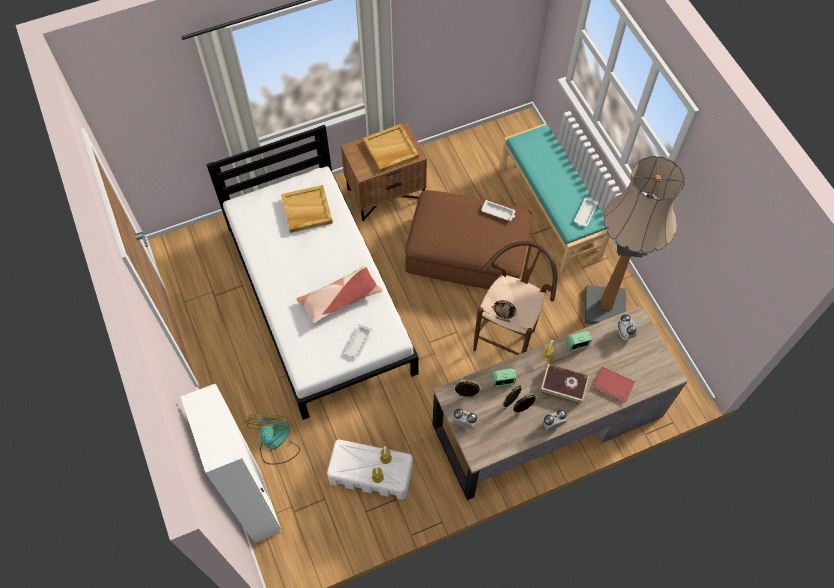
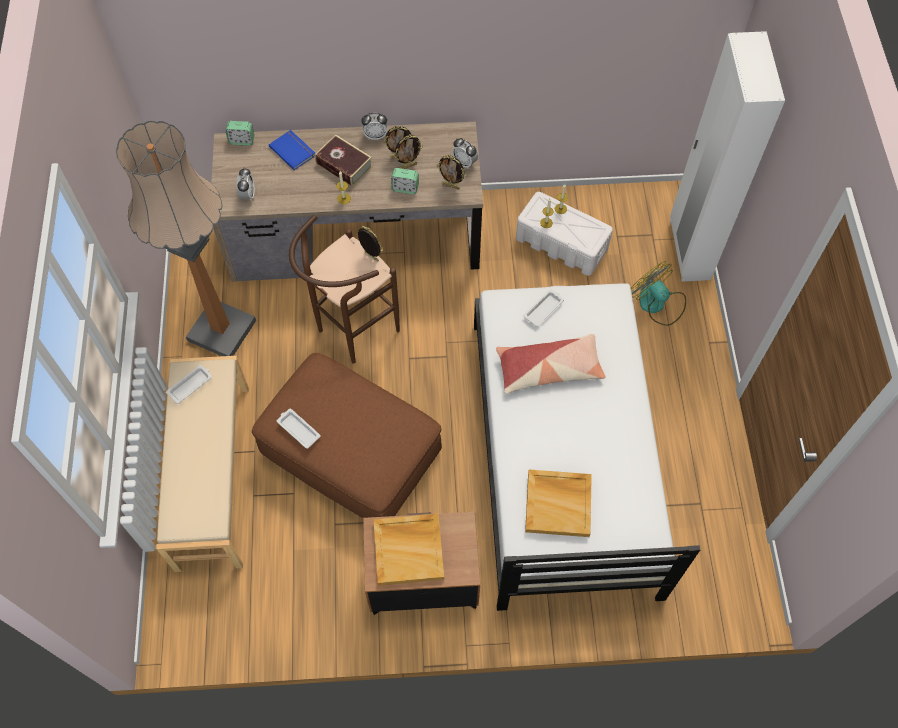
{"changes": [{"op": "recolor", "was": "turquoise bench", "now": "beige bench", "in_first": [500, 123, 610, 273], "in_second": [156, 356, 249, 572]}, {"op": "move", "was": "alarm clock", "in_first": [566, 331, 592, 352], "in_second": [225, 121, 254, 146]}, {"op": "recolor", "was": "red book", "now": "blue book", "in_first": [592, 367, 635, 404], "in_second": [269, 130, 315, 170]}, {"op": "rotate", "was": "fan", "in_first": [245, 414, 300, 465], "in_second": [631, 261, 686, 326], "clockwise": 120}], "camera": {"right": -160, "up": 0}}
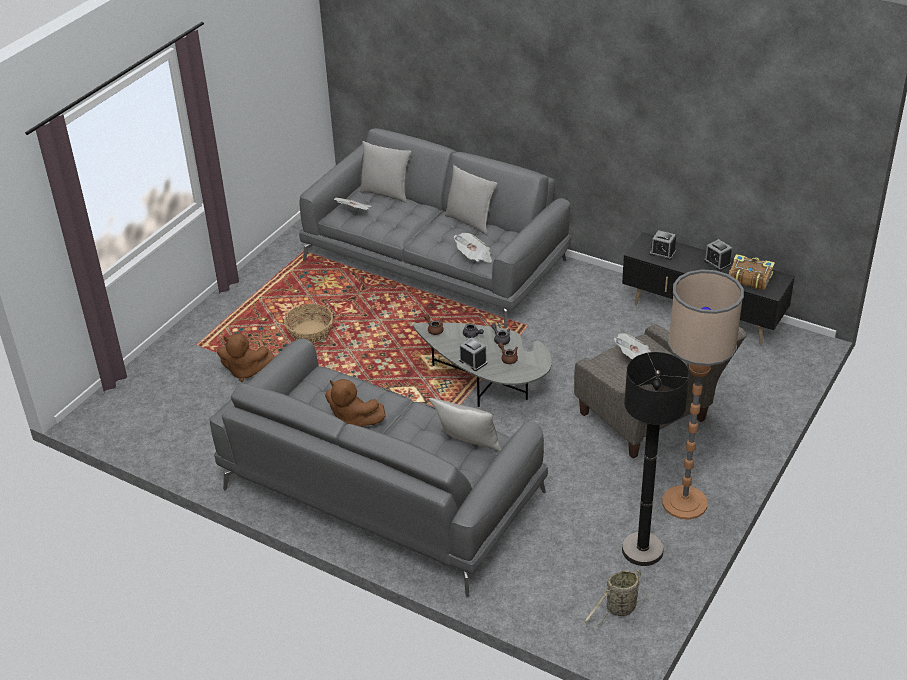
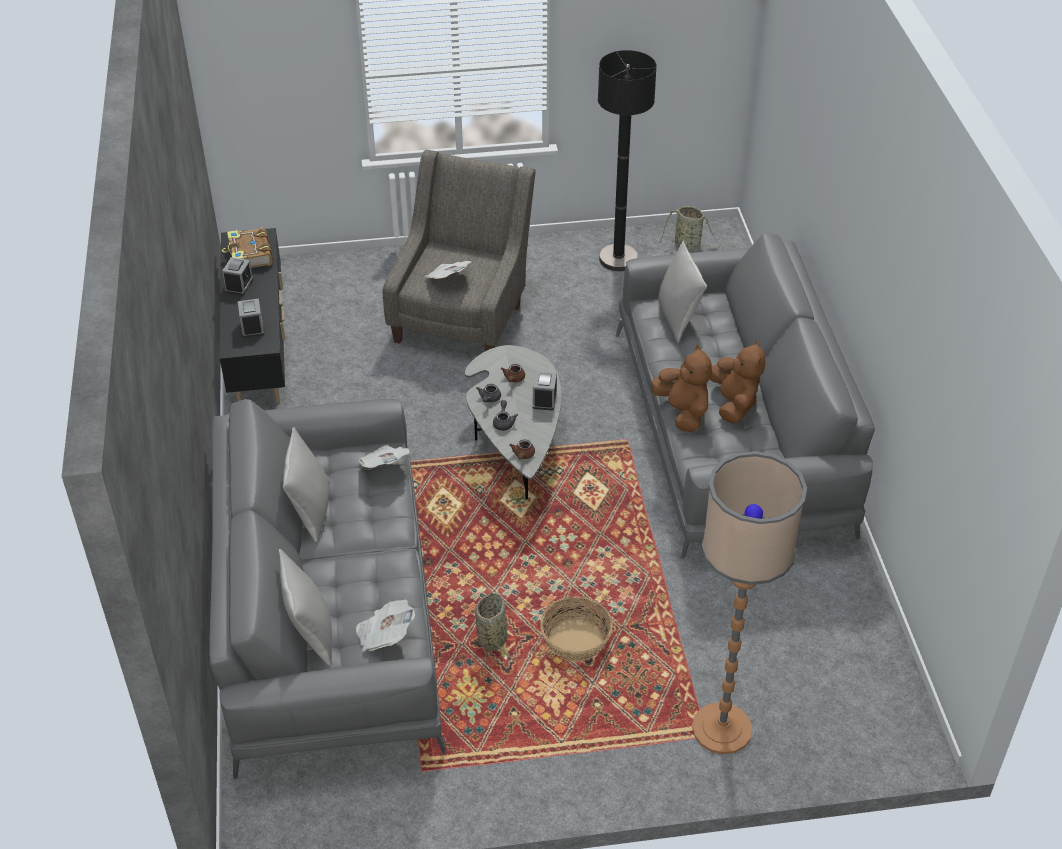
{"changes": [{"op": "insert", "now": "basket", "in_second": [475, 591, 513, 667]}, {"op": "move", "was": "brown plush toy", "in_first": [217, 333, 275, 382], "in_second": [651, 345, 712, 432]}, {"op": "move", "was": "floor lamp", "in_first": [662, 269, 744, 520], "in_second": [692, 451, 807, 754]}], "camera": {"right": -130, "up": 5}}
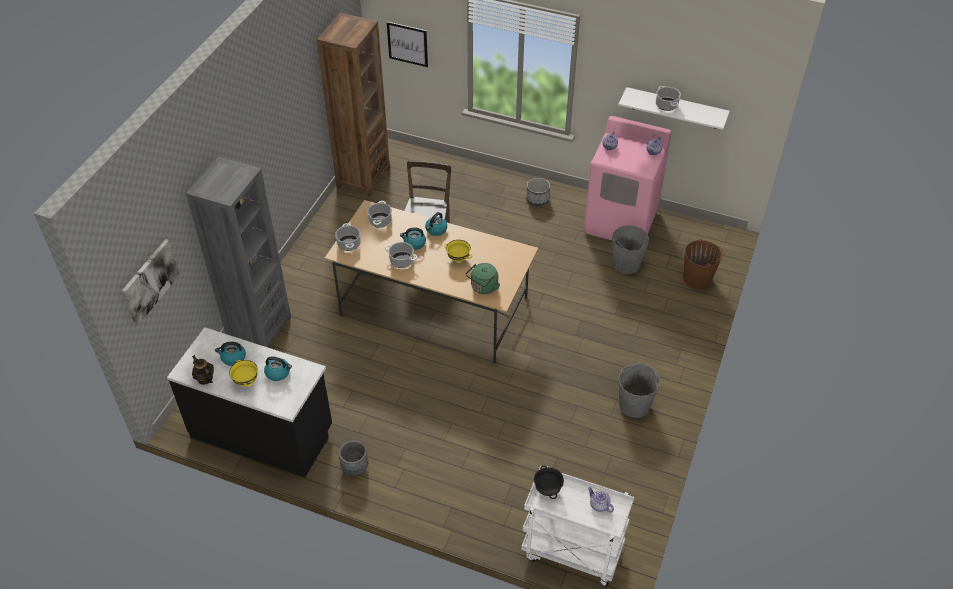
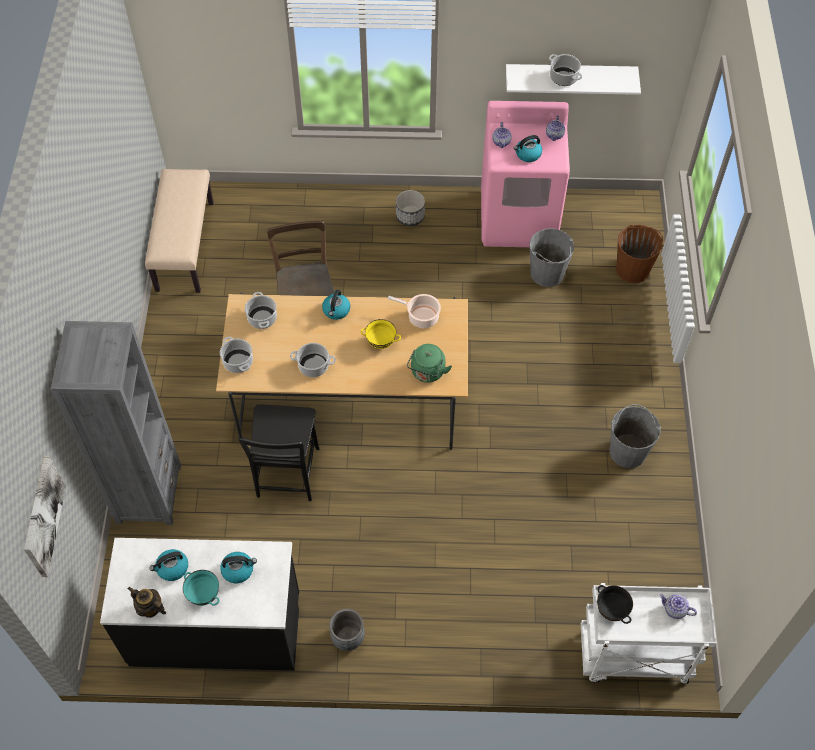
{"changes": [{"op": "replace", "was": "brown bookcase", "now": "beige bench", "in_first": [316, 13, 390, 197], "in_second": [145, 169, 213, 293]}, {"op": "recolor", "was": "yellow bowl", "now": "turquoise bowl", "in_first": [229, 360, 258, 387], "in_second": [183, 570, 219, 606]}, {"op": "insert", "now": "black chair", "in_second": [238, 404, 320, 501]}, {"op": "insert", "now": "cooking pot", "in_second": [388, 294, 441, 328]}, {"op": "move", "was": "kettle", "in_first": [400, 228, 426, 250], "in_second": [514, 135, 542, 162]}, {"op": "delete", "was": "picture", "in_first": [387, 22, 428, 67]}], "camera": {"right": -20, "up": 10}}
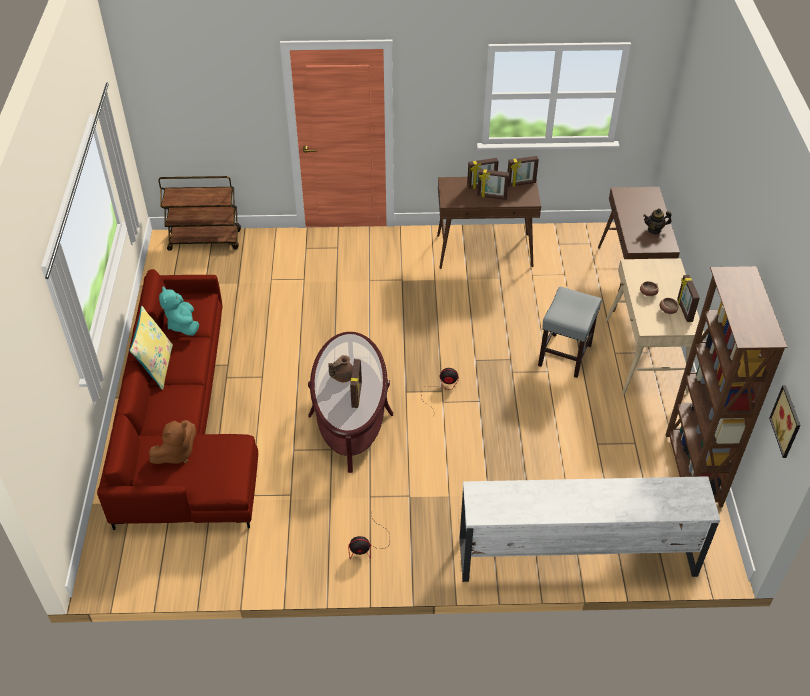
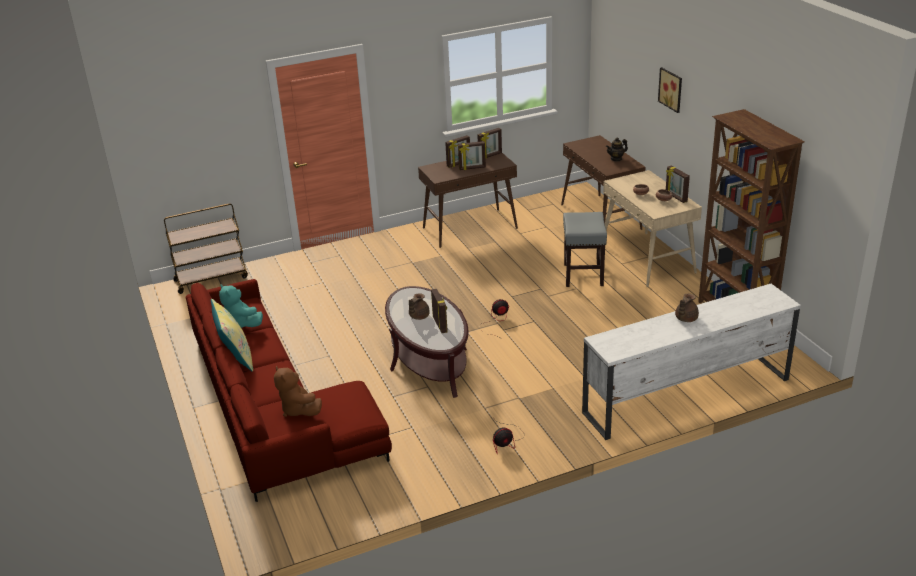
{"changes": [{"op": "rotate", "was": "brown plush toy", "in_first": [149, 420, 196, 464], "in_second": [274, 366, 322, 417], "clockwise": 120}, {"op": "move", "was": "picture", "in_first": [769, 385, 801, 458], "in_second": [658, 67, 682, 113]}, {"op": "insert", "now": "brown teapot", "in_second": [675, 293, 699, 322]}], "camera": {"right": -20, "up": -15}}
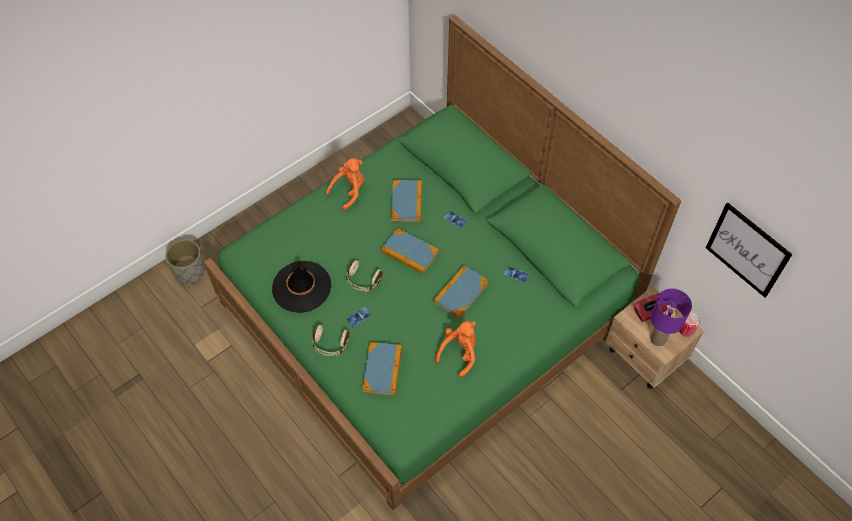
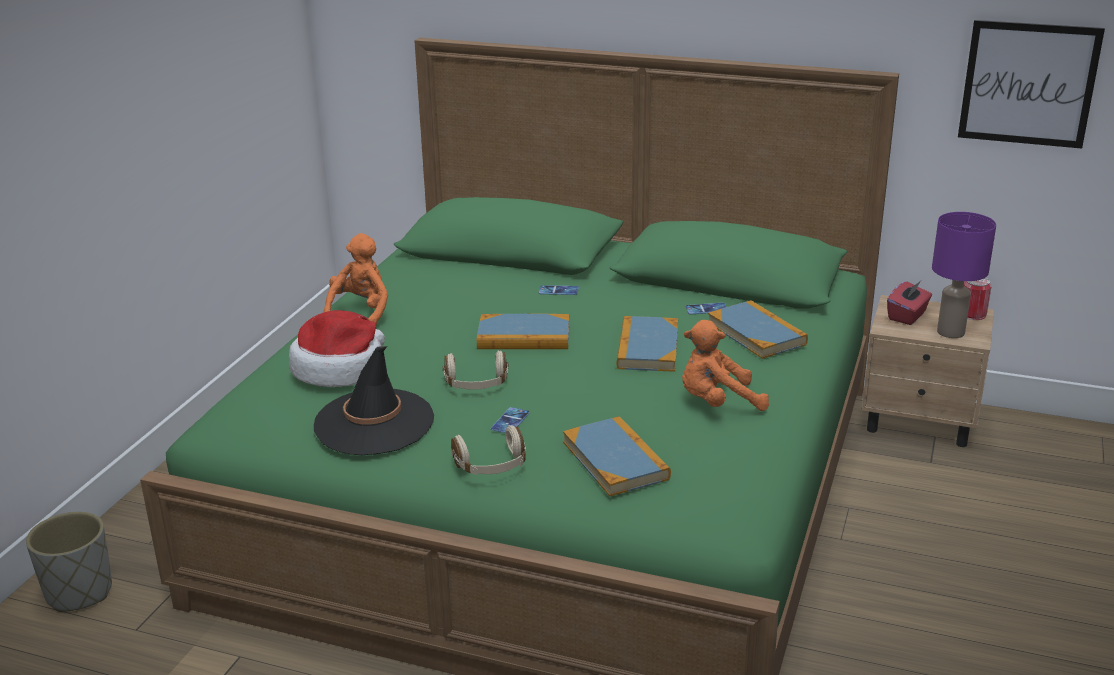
{"changes": [{"op": "insert", "now": "hat", "in_second": [289, 310, 385, 387]}, {"op": "rotate", "was": "orange plush toy", "in_first": [435, 321, 476, 378], "in_second": [682, 320, 769, 411], "clockwise": -105}, {"op": "move", "was": "book", "in_first": [391, 180, 422, 222], "in_second": [708, 300, 808, 359]}], "camera": {"right": -30, "up": -30}}
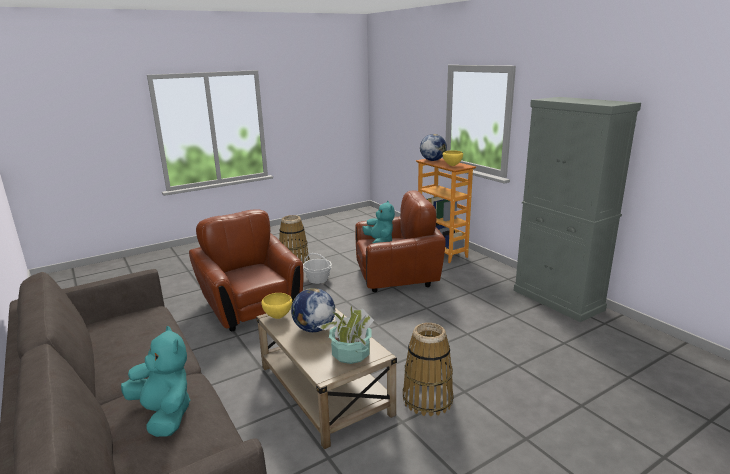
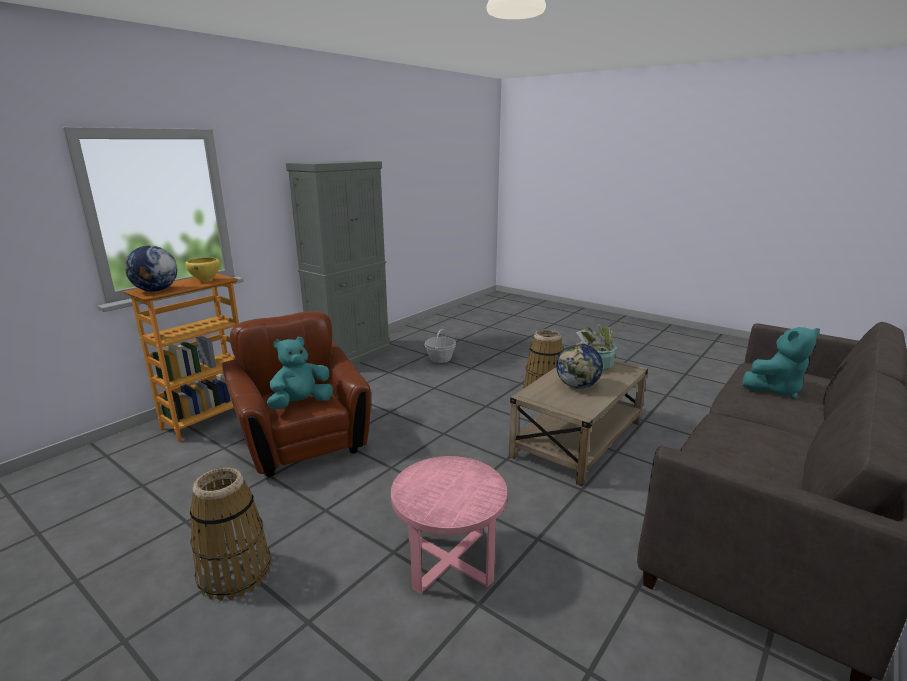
{"changes": [{"op": "replace", "was": "brown armchair", "now": "pink side table", "in_first": [189, 209, 304, 331], "in_second": [391, 456, 507, 594]}, {"op": "move", "was": "basket", "in_first": [303, 253, 332, 284], "in_second": [425, 329, 456, 363]}, {"op": "rotate", "was": "turquoise plush toy", "in_first": [121, 326, 191, 437], "in_second": [743, 327, 820, 399], "clockwise": -135}, {"op": "delete", "was": "yellow bowl", "in_first": [261, 293, 292, 319]}], "camera": {"right": -110, "up": 0}}
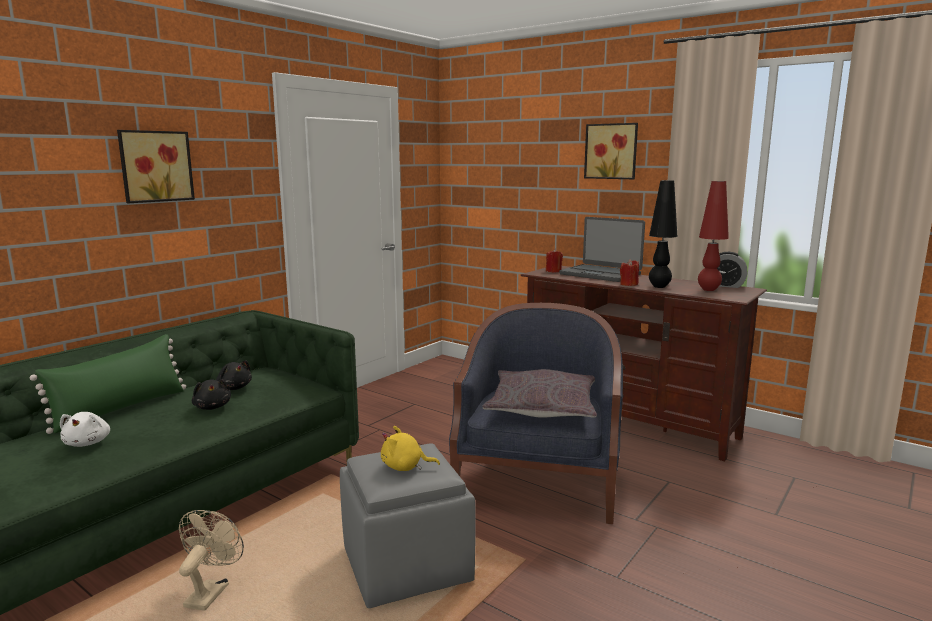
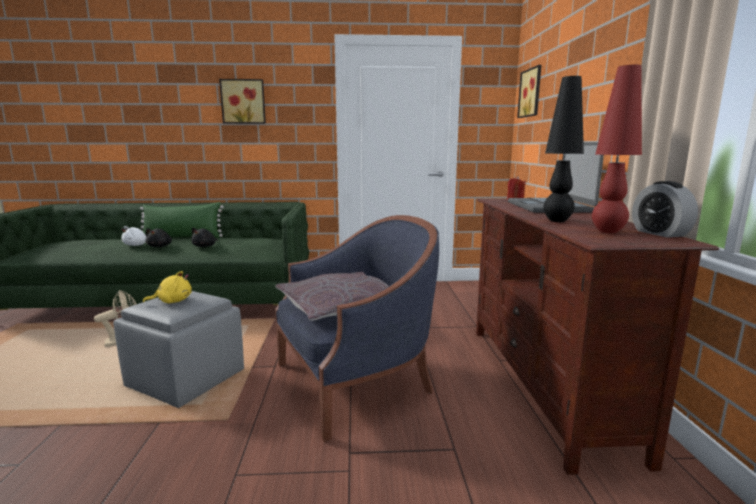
{"changes": [{"op": "rotate", "was": "yellow plush toy", "in_first": [381, 426, 440, 471], "in_second": [143, 271, 192, 303], "clockwise": 105}, {"op": "move", "was": "black plush toy", "in_first": [216, 360, 252, 390], "in_second": [146, 228, 172, 247]}, {"op": "move", "was": "picture", "in_first": [584, 123, 638, 179], "in_second": [517, 65, 541, 118]}, {"op": "delete", "was": "red candle", "in_first": [620, 259, 639, 286]}], "camera": {"right": 50, "up": 0}}
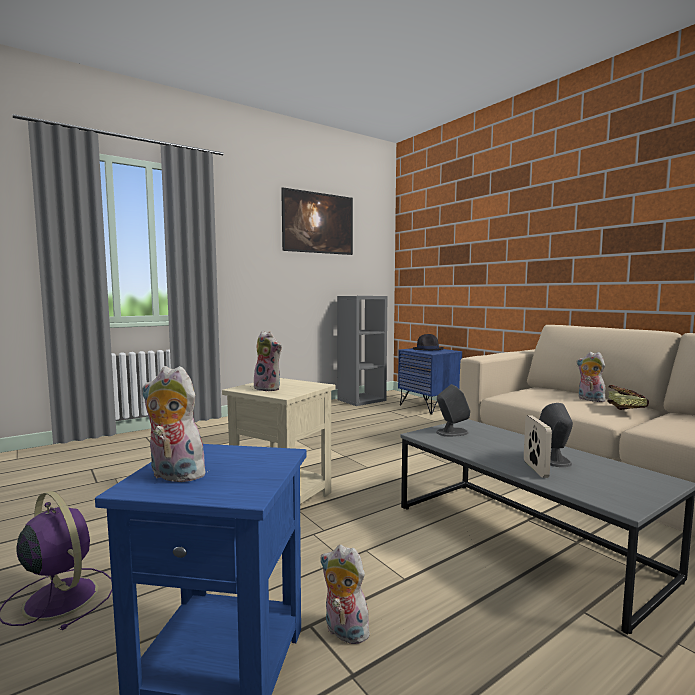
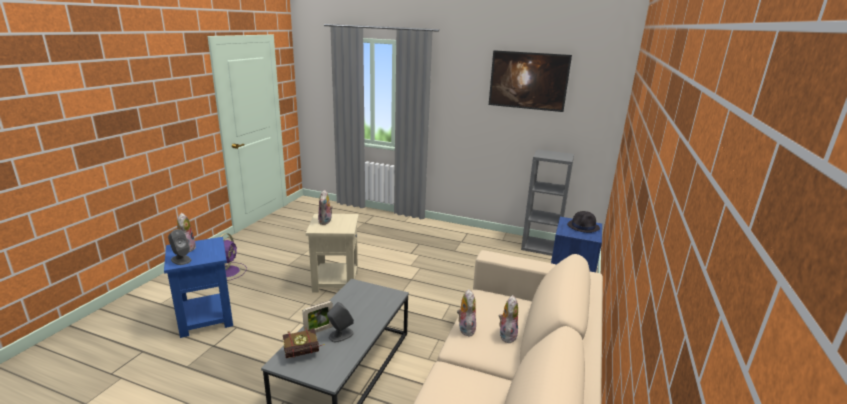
{"changes": [{"op": "move", "was": "grey speaker", "in_first": [436, 384, 470, 437], "in_second": [168, 229, 191, 265]}, {"op": "move", "was": "book", "in_first": [608, 385, 649, 410], "in_second": [283, 328, 325, 358]}, {"op": "move", "was": "plush toy", "in_first": [320, 545, 372, 644], "in_second": [457, 289, 476, 336]}], "camera": {"right": 55, "up": 15}}
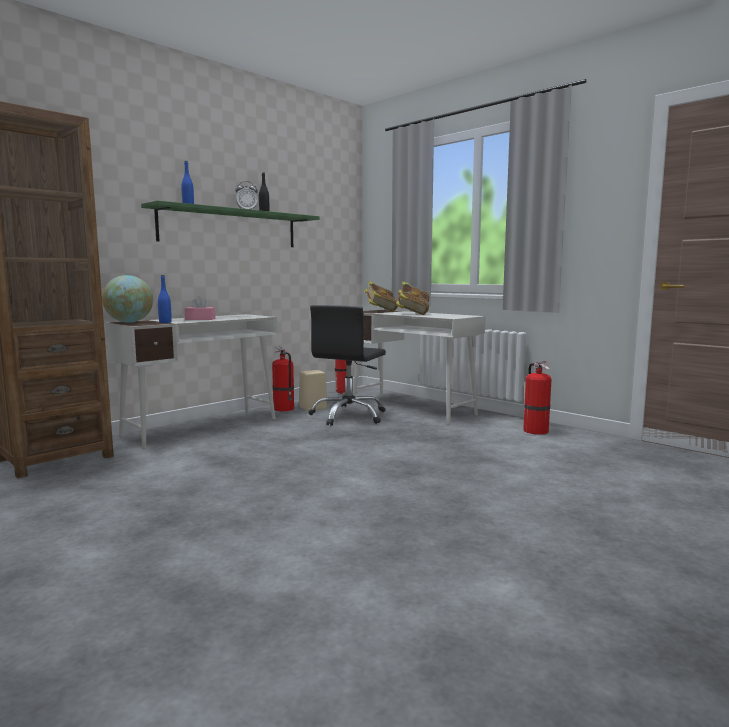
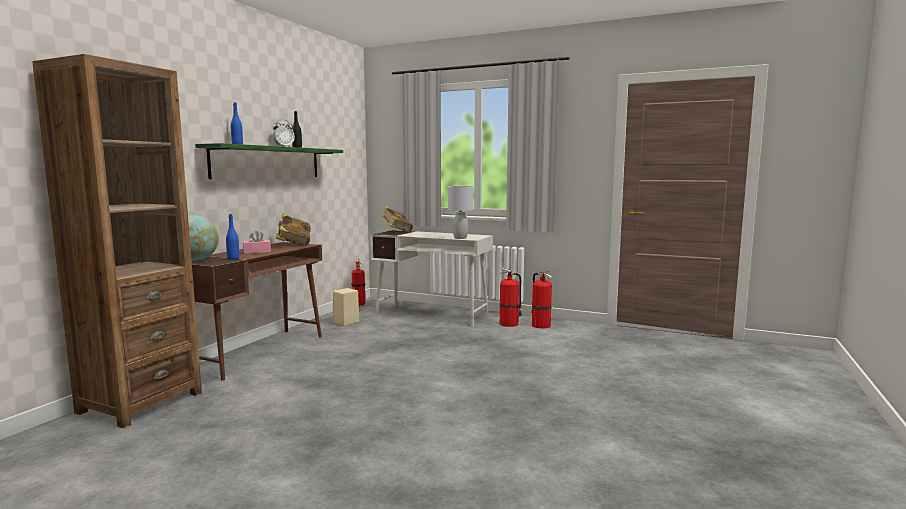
{"changes": [{"op": "recolor", "was": "white desk", "now": "brown desk", "in_first": [106, 314, 278, 448], "in_second": [192, 242, 322, 381]}, {"op": "move", "was": "book", "in_first": [396, 281, 429, 315], "in_second": [276, 213, 311, 247]}, {"op": "insert", "now": "grey table lamp", "in_second": [448, 186, 473, 239]}, {"op": "move", "was": "fire extinguisher", "in_first": [272, 346, 294, 411], "in_second": [500, 268, 522, 327]}, {"op": "delete", "was": "black office chair", "in_first": [308, 305, 386, 426]}], "camera": {"right": -20, "up": 0}}
